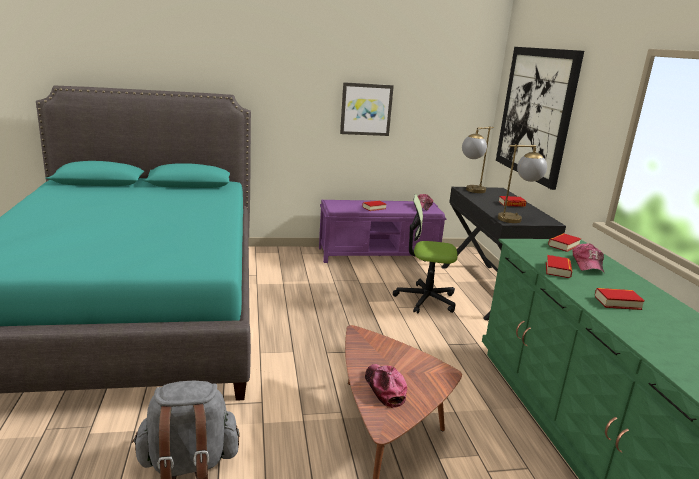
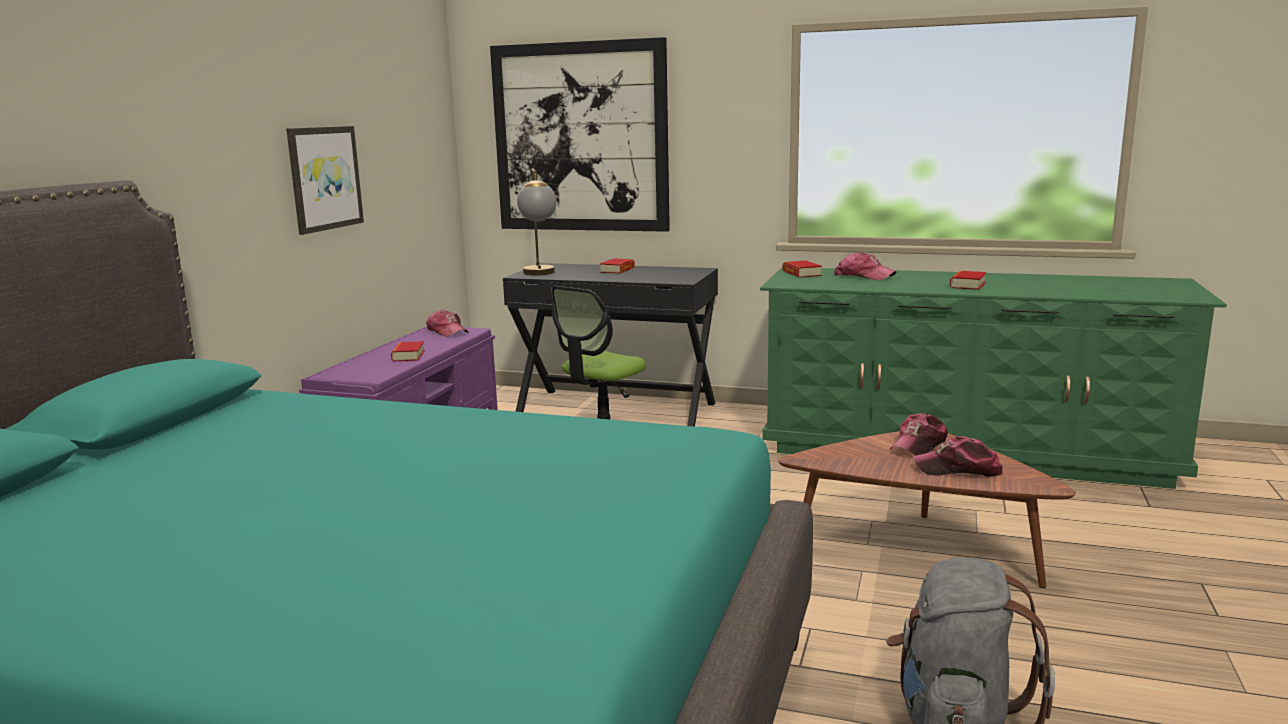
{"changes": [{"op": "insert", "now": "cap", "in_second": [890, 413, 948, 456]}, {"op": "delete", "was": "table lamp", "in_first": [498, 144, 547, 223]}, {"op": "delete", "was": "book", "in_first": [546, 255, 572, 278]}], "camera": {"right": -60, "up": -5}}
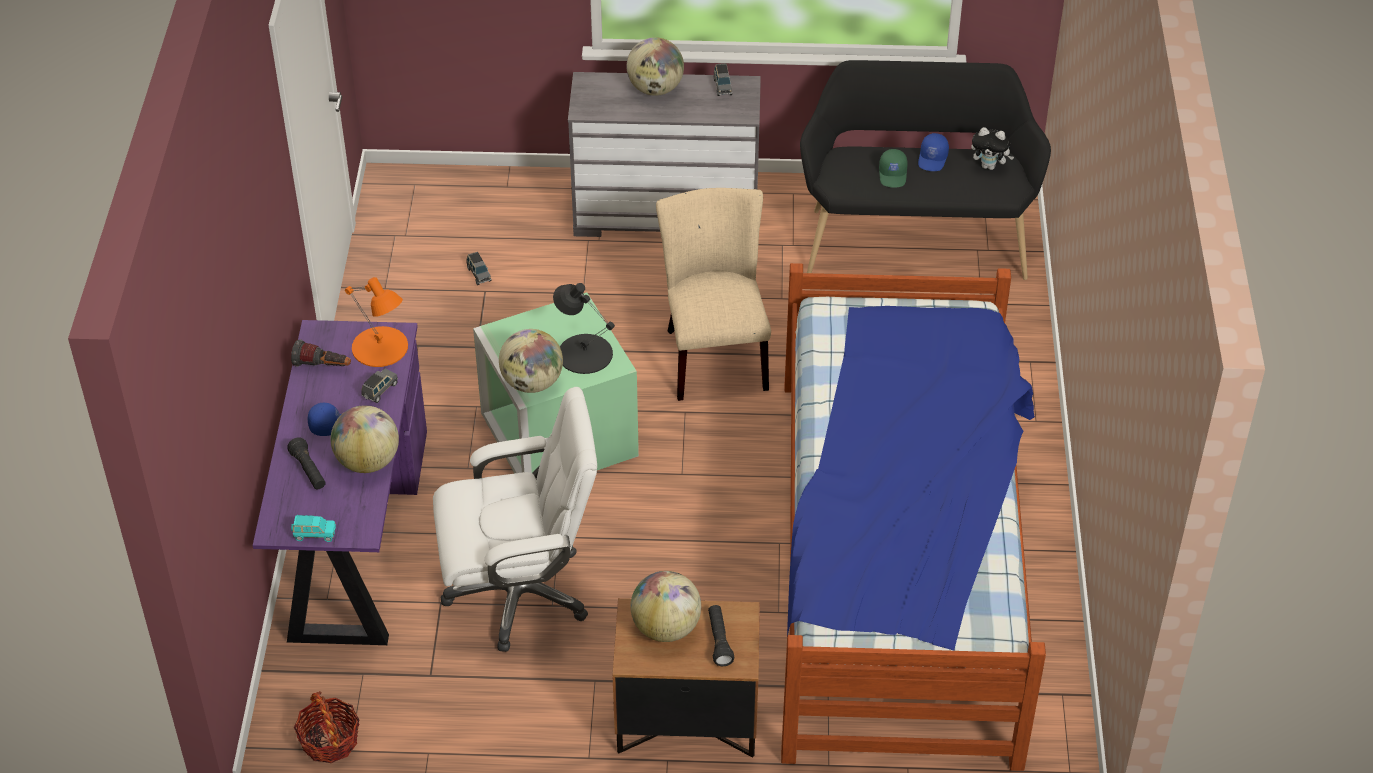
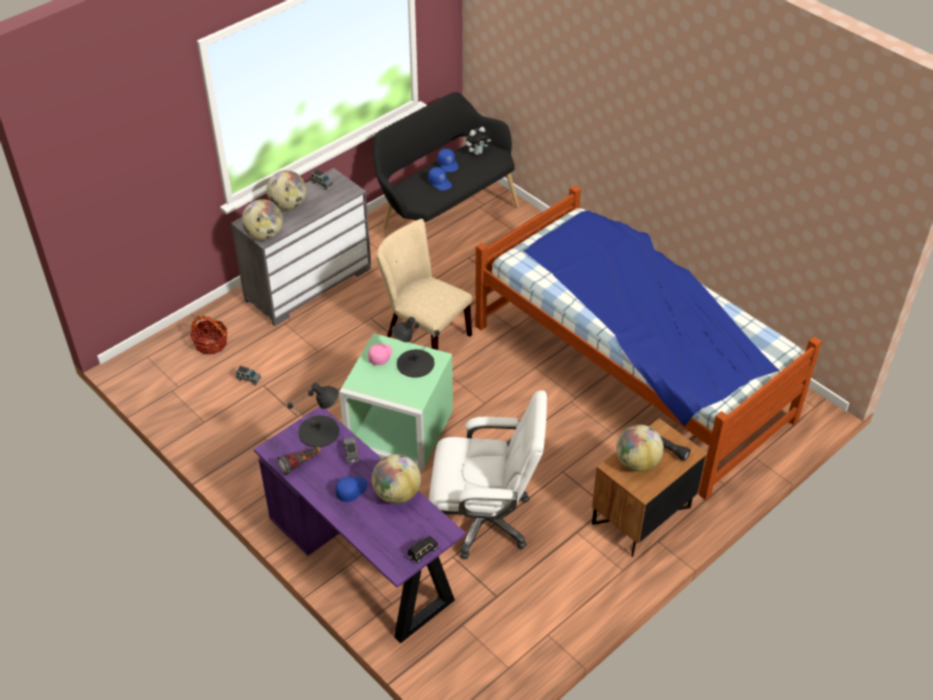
{"changes": [{"op": "move", "was": "basket", "in_first": [294, 691, 359, 763], "in_second": [190, 316, 227, 354]}, {"op": "move", "was": "globe", "in_first": [499, 329, 563, 393], "in_second": [242, 199, 283, 240]}, {"op": "recolor", "was": "orange table lamp", "now": "black table lamp", "in_first": [345, 277, 408, 367], "in_second": [288, 383, 339, 447]}, {"op": "insert", "now": "pink cap", "in_second": [368, 344, 392, 365]}, {"op": "recolor", "was": "turquoise toy car", "now": "black toy car", "in_first": [291, 515, 336, 542], "in_second": [408, 536, 438, 563]}, {"op": "recolor", "was": "green cap", "now": "blue cap", "in_first": [879, 149, 908, 188], "in_second": [428, 167, 452, 191]}, {"op": "rotate", "was": "white office chair", "in_first": [433, 387, 597, 652], "in_second": [429, 390, 547, 559], "clockwise": 60}, {"op": "delete", "was": "black flashlight", "in_first": [287, 437, 326, 489]}], "camera": {"right": -45, "up": 0}}
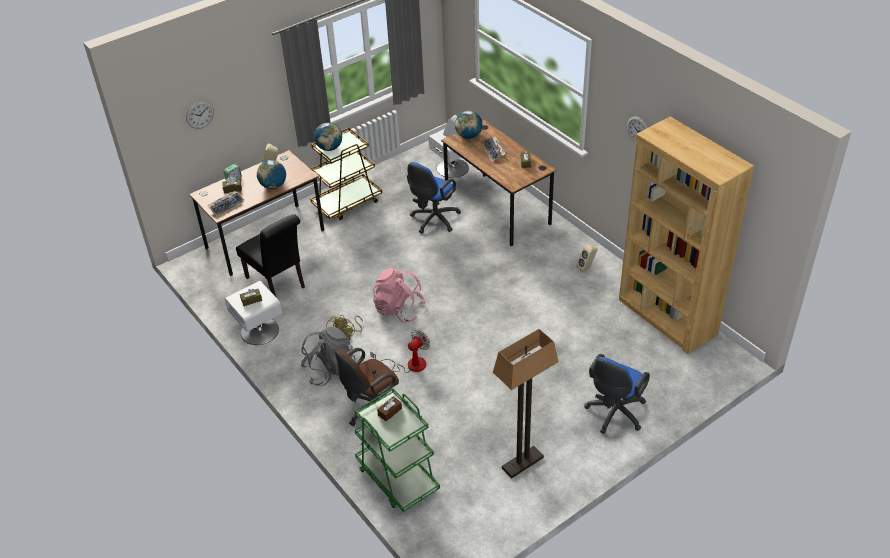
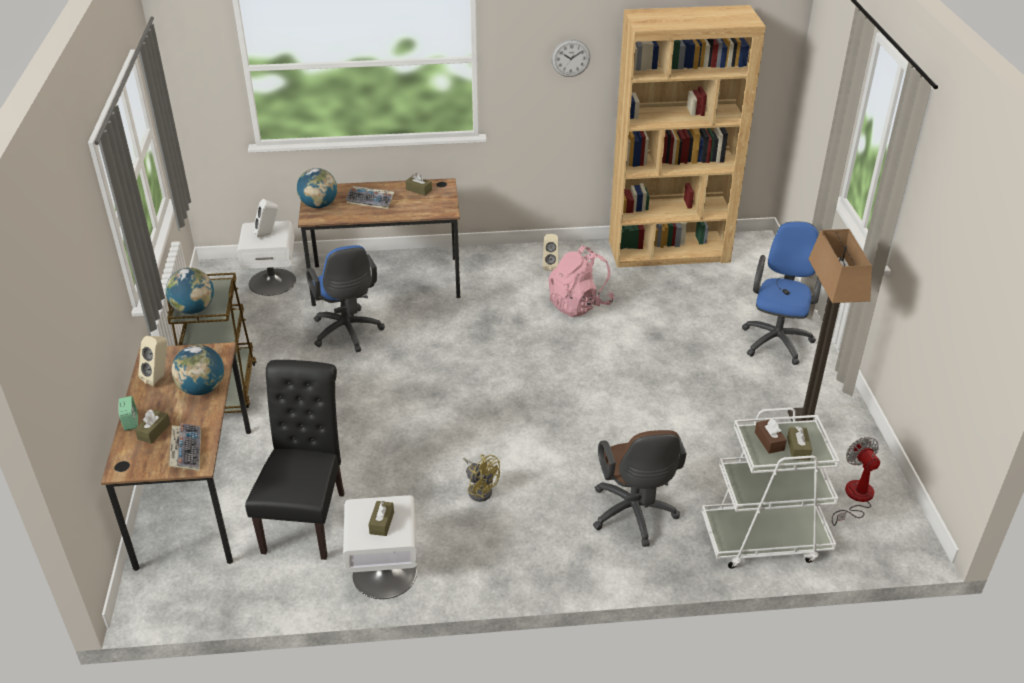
{"changes": [{"op": "rotate", "was": "black chair", "in_first": [236, 214, 305, 297], "in_second": [245, 360, 345, 560], "clockwise": -75}, {"op": "move", "was": "pink backpack", "in_first": [372, 268, 426, 322], "in_second": [548, 245, 614, 317]}, {"op": "recolor", "was": "green cart", "now": "white cart", "in_first": [355, 388, 440, 512], "in_second": [702, 408, 840, 569]}, {"op": "rotate", "was": "blue office chair", "in_first": [584, 354, 650, 434], "in_second": [742, 222, 822, 365], "clockwise": -135}, {"op": "insert", "now": "brown tissue box", "in_second": [787, 426, 812, 460]}, {"op": "move", "was": "fan", "in_first": [370, 330, 430, 373], "in_second": [832, 437, 880, 526]}, {"op": "delete", "was": "wall clock", "in_first": [186, 101, 214, 129]}, {"op": "delete", "was": "grey backpack", "in_first": [301, 326, 356, 385]}], "camera": {"right": -60, "up": -5}}
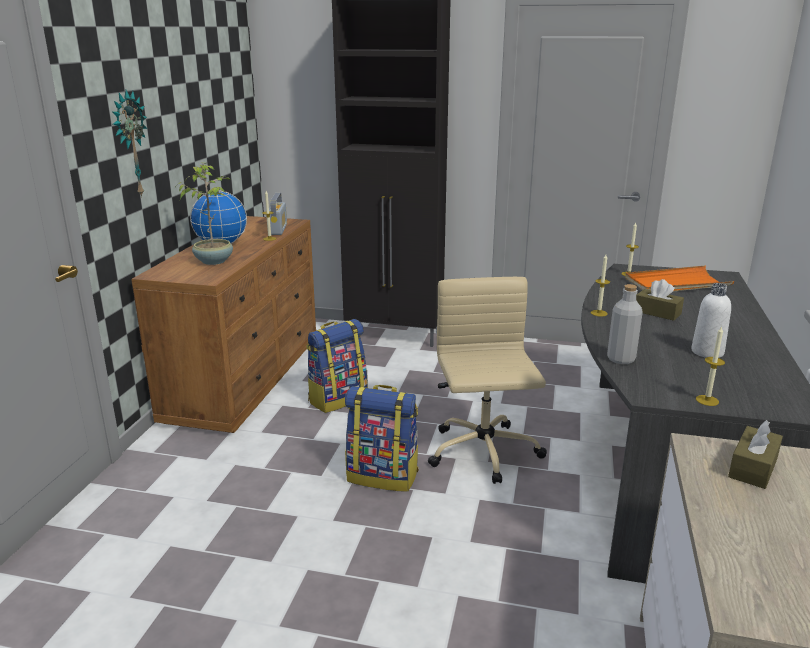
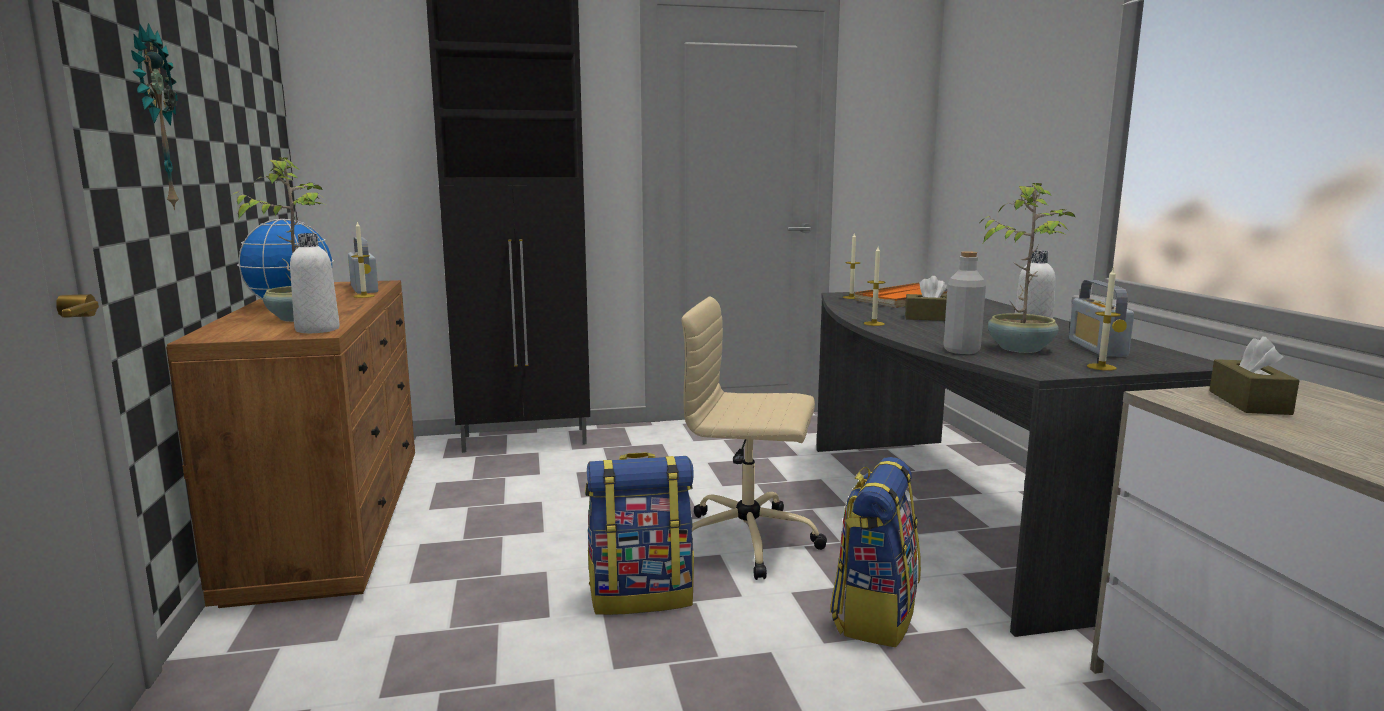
{"changes": [{"op": "insert", "now": "white bottle", "in_second": [290, 233, 340, 333]}, {"op": "rotate", "was": "beige office chair", "in_first": [428, 277, 547, 484], "in_second": [681, 296, 827, 580], "clockwise": -45}, {"op": "move", "was": "backpack", "in_first": [306, 319, 368, 413], "in_second": [830, 457, 921, 647]}, {"op": "insert", "now": "potted plant", "in_second": [980, 183, 1075, 353]}, {"op": "insert", "now": "radio", "in_second": [1069, 280, 1134, 357]}], "camera": {"right": -25, "up": -10}}
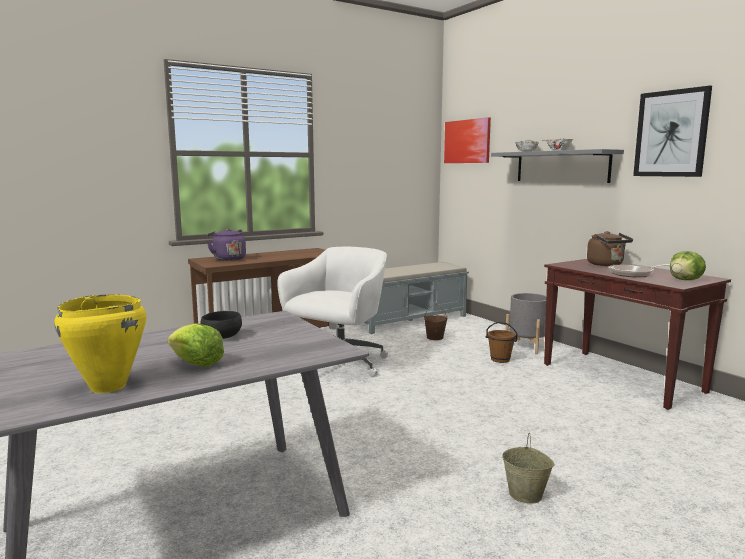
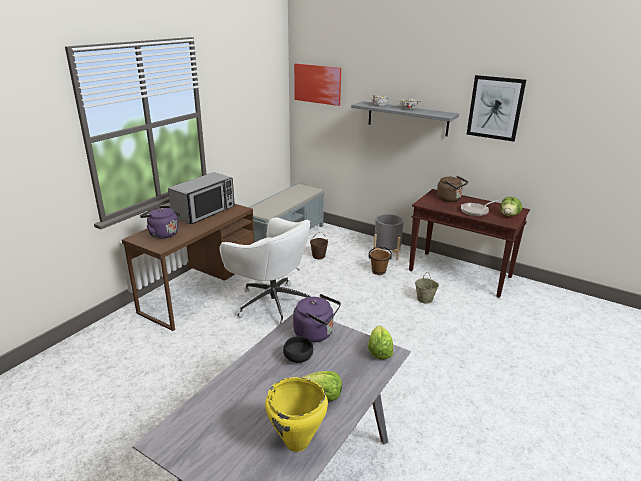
{"changes": [{"op": "insert", "now": "microwave", "in_second": [168, 172, 235, 224]}, {"op": "rotate", "was": "white office chair", "in_first": [277, 247, 388, 377], "in_second": [219, 217, 310, 325], "clockwise": 120}, {"op": "insert", "now": "purple kettle", "in_second": [293, 294, 341, 342]}, {"op": "insert", "now": "lettuce", "in_second": [368, 326, 393, 360]}, {"op": "move", "was": "beige bucket", "in_first": [502, 432, 555, 504], "in_second": [415, 272, 439, 303]}], "camera": {"right": -25, "up": 15}}
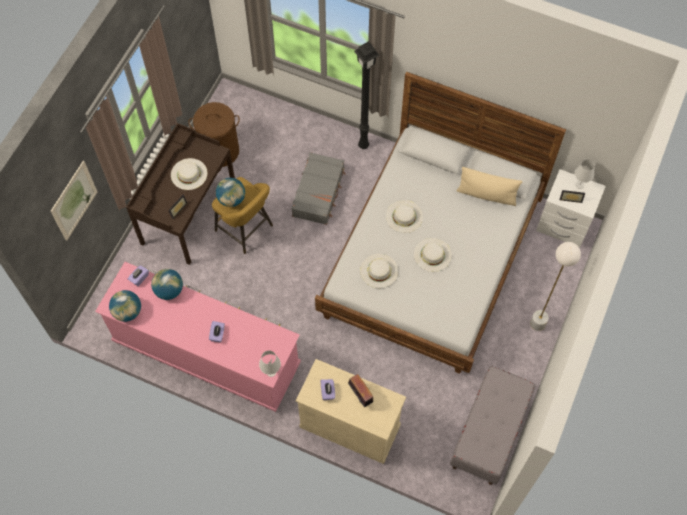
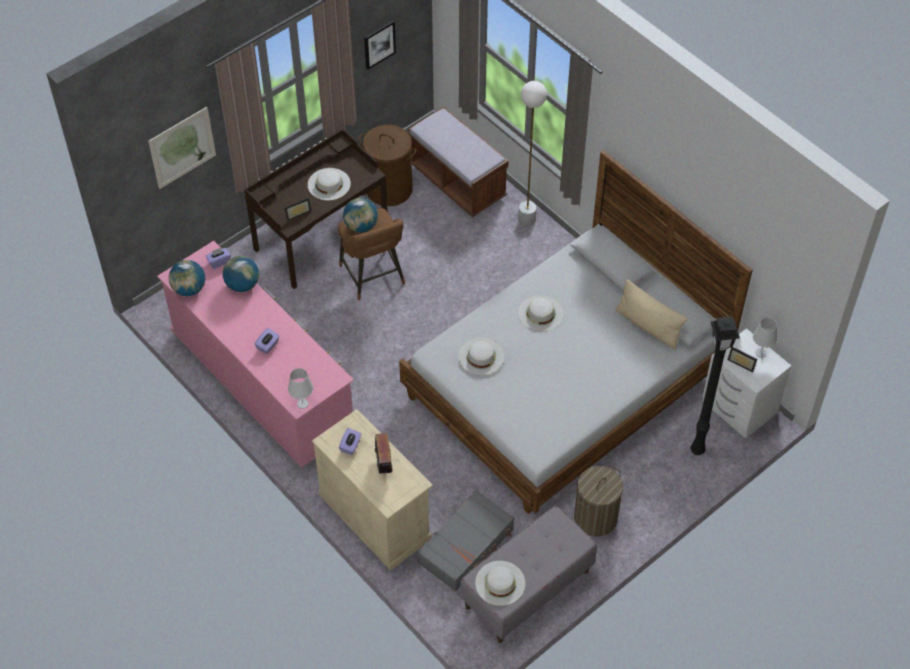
{"changes": [{"op": "recolor", "was": "yellow stool", "now": "brown stool", "in_first": [212, 177, 273, 254], "in_second": [338, 208, 405, 301]}, {"op": "insert", "now": "picture", "in_second": [364, 20, 396, 70]}, {"op": "insert", "now": "brown bench", "in_second": [409, 107, 509, 217]}, {"op": "move", "was": "grey suitcase", "in_first": [291, 152, 346, 225], "in_second": [417, 490, 514, 591]}, {"op": "move", "was": "white hat", "in_first": [414, 238, 452, 272], "in_second": [475, 561, 525, 606]}, {"op": "move", "was": "white floor lamp", "in_first": [530, 242, 581, 331], "in_second": [518, 81, 547, 226]}, {"op": "insert", "now": "laundry basket", "in_second": [574, 466, 623, 537]}, {"op": "move", "was": "black floor lamp", "in_first": [354, 42, 380, 149], "in_second": [691, 316, 740, 455]}], "camera": {"right": 25, "up": -10}}
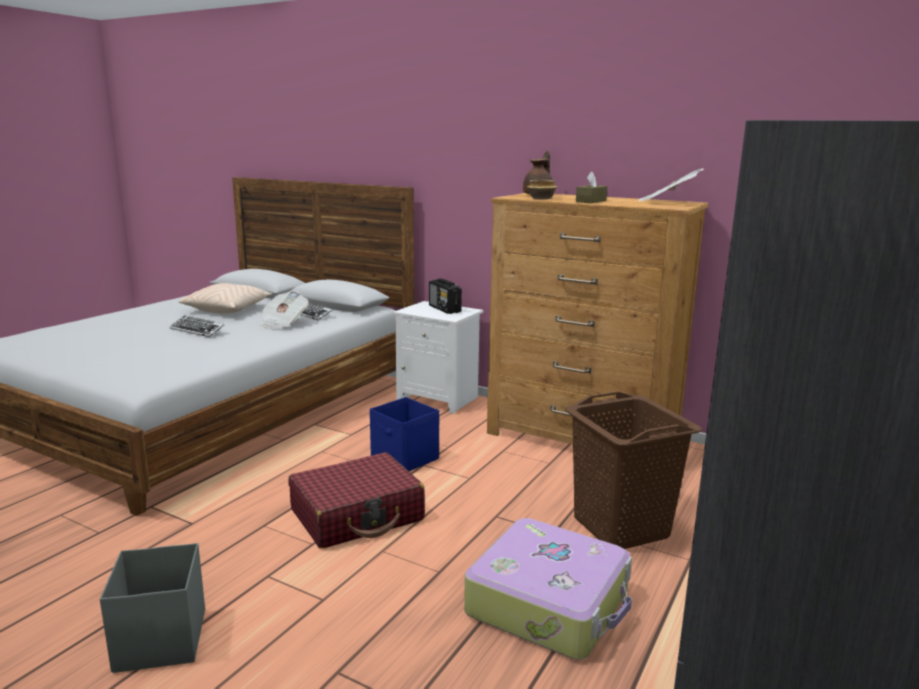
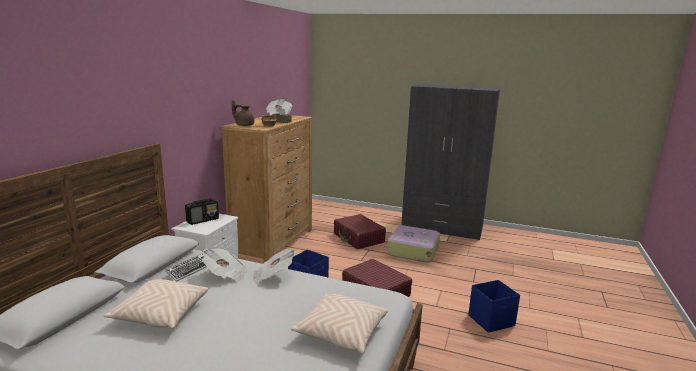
{"changes": [{"op": "insert", "now": "newspaper", "in_second": [251, 249, 296, 283]}, {"op": "insert", "now": "beige pillow", "in_second": [291, 294, 388, 354]}, {"op": "replace", "was": "brown laundry basket", "now": "red suitcase", "in_first": [565, 392, 702, 549], "in_second": [334, 214, 386, 249]}, {"op": "recolor", "was": "grey storage box", "now": "blue storage box", "in_first": [100, 543, 205, 673], "in_second": [468, 280, 520, 333]}, {"op": "delete", "was": "keyboard", "in_first": [170, 316, 224, 337]}], "camera": {"right": -100, "up": 0}}
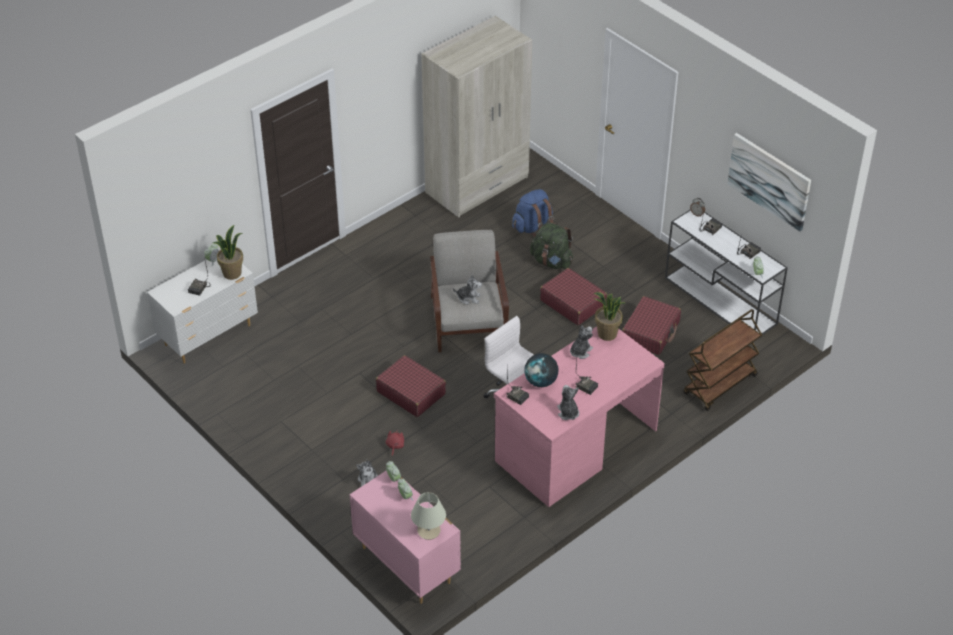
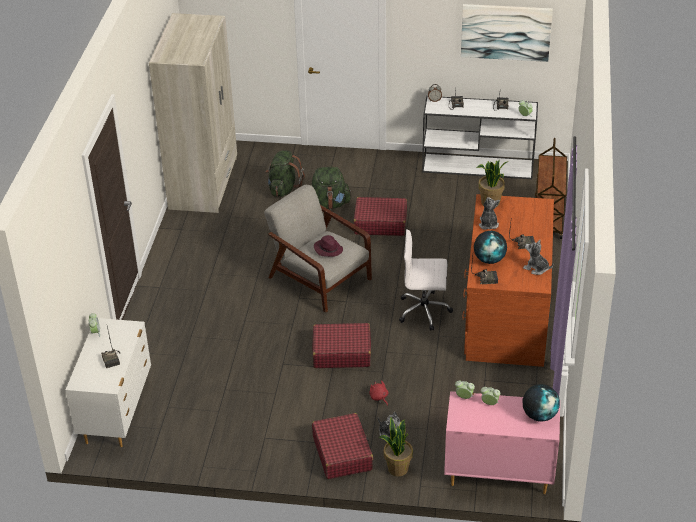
{"changes": [{"op": "recolor", "was": "blue backpack", "now": "green backpack", "in_first": [512, 189, 554, 237], "in_second": [265, 150, 305, 197]}, {"op": "move", "was": "red suitcase", "in_first": [622, 296, 681, 355], "in_second": [312, 413, 373, 479]}, {"op": "replace", "was": "plush toy", "now": "purple hat", "in_first": [453, 275, 482, 305], "in_second": [314, 235, 343, 257]}, {"op": "move", "was": "potted plant", "in_first": [213, 225, 243, 280], "in_second": [379, 417, 413, 476]}, {"op": "recolor", "was": "pink desk", "now": "brown desk", "in_first": [494, 326, 665, 507], "in_second": [462, 194, 554, 367]}, {"op": "replace", "was": "beige table lamp", "now": "globe", "in_first": [411, 492, 446, 540], "in_second": [523, 384, 560, 422]}], "camera": {"right": -40, "up": -5}}
